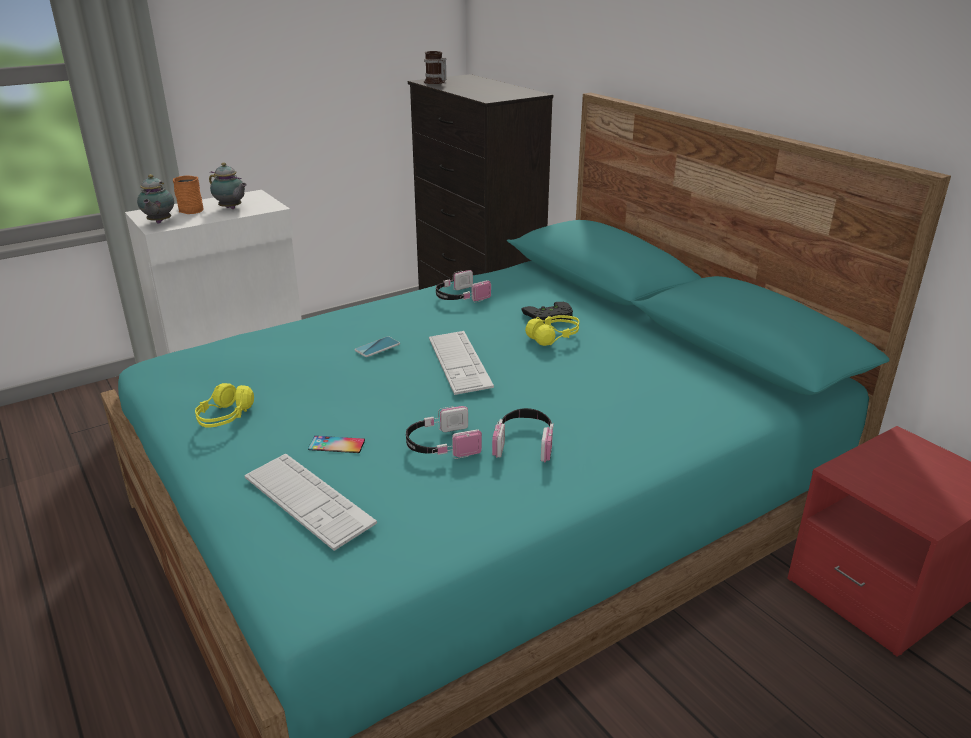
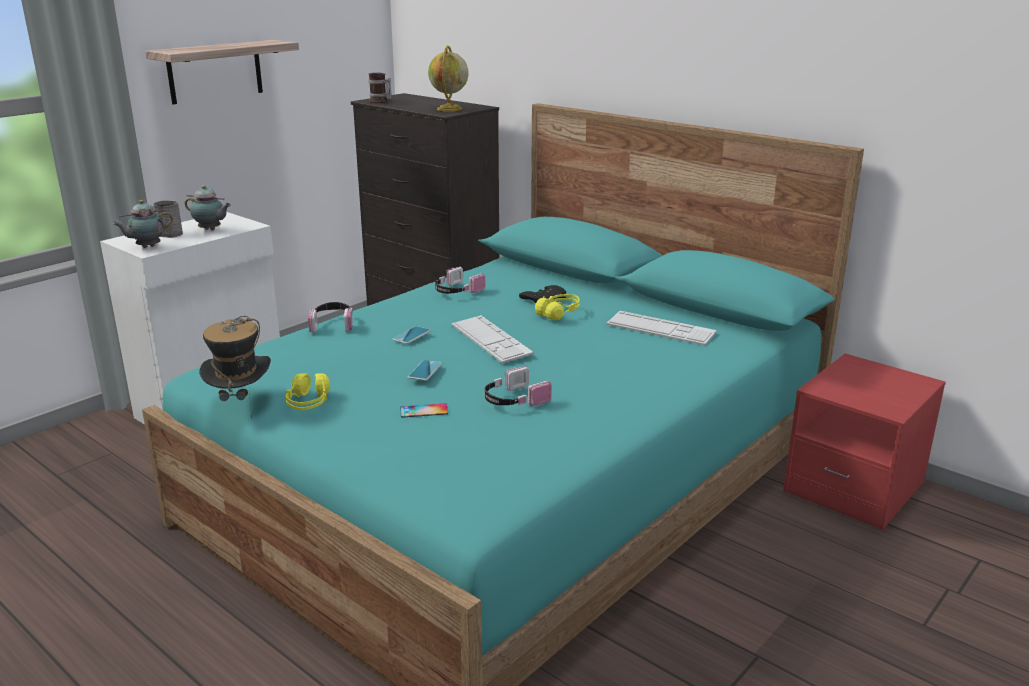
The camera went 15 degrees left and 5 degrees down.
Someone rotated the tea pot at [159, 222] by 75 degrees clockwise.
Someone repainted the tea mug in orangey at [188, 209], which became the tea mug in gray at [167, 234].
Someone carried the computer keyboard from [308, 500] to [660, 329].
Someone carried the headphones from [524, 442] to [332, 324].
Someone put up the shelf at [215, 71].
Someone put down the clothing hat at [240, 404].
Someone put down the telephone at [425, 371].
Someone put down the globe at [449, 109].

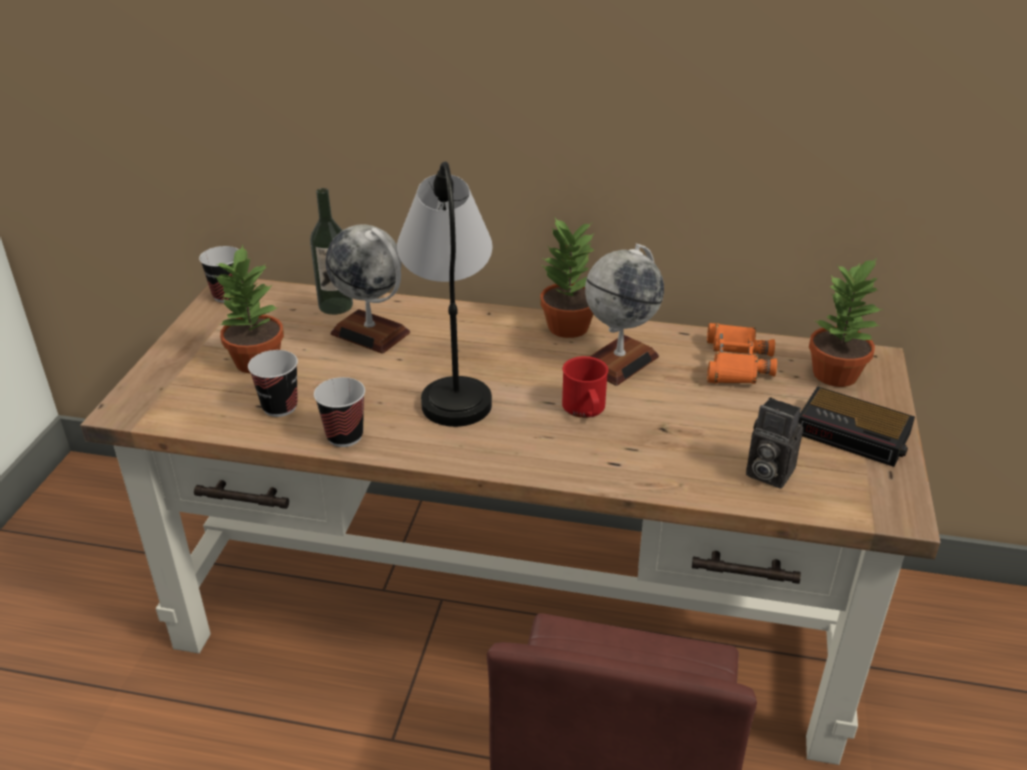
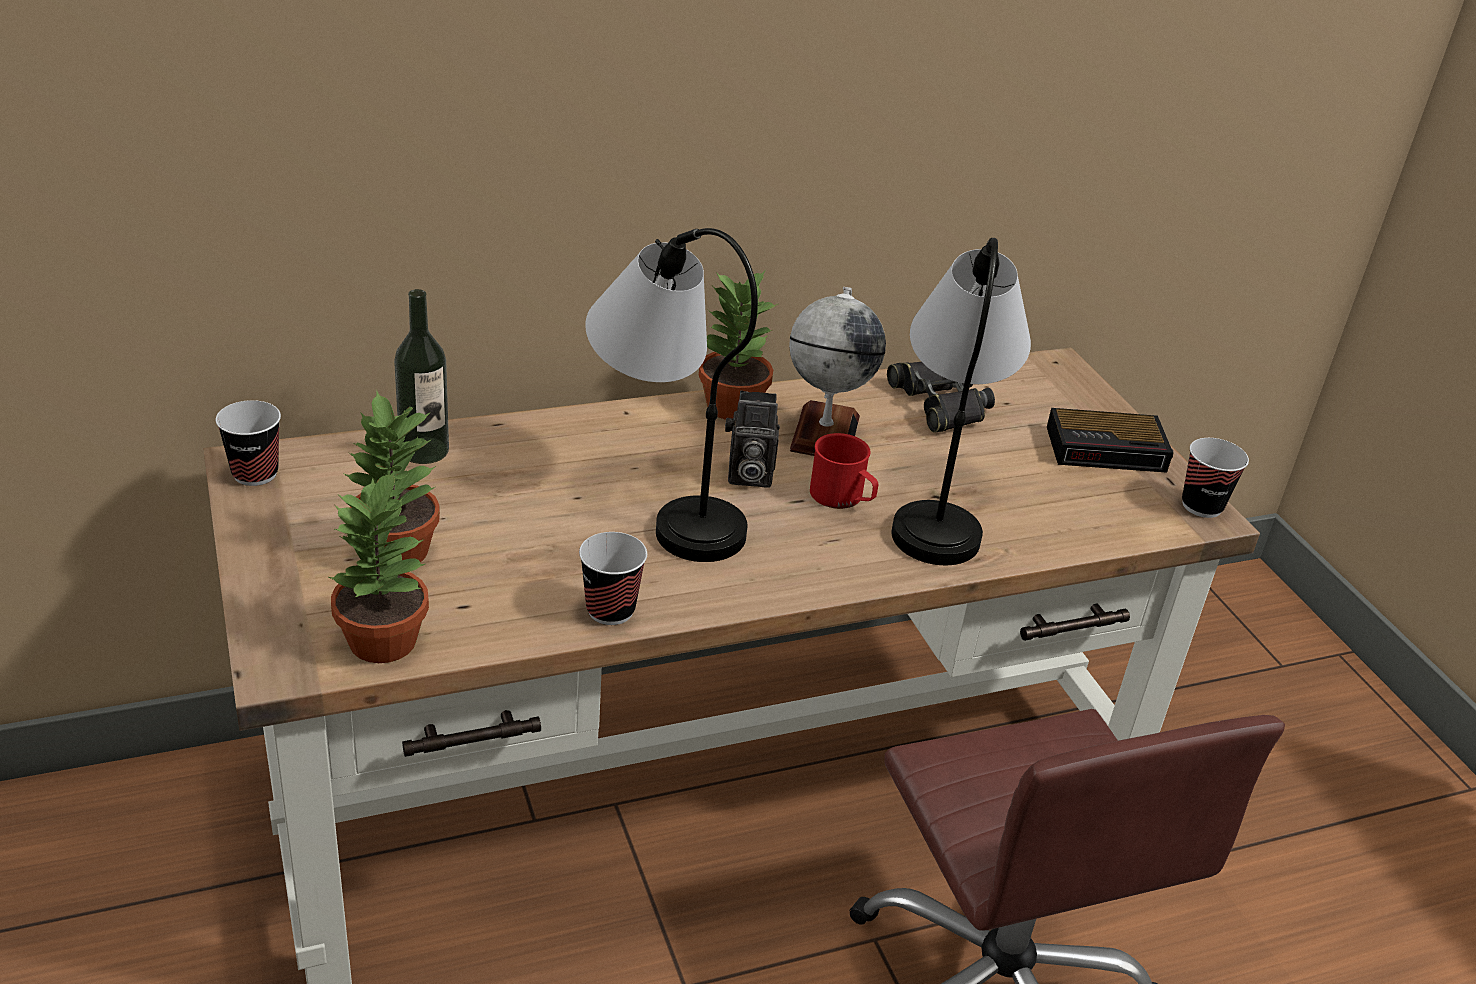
The camera went 35 degrees left and 0 degrees up.
Someone carried the small cup from [280, 407] to [1202, 506].
Someone took away the globe at [370, 333].
Someone repainted the binoculars in orangey at [735, 363], which became the binoculars in black-coloured at [939, 403].
Someone carried the photo camera from [766, 472] to [747, 476].
Someone carried the potted plant from [836, 375] to [385, 641].
Someone put down the table lamp at [941, 502].

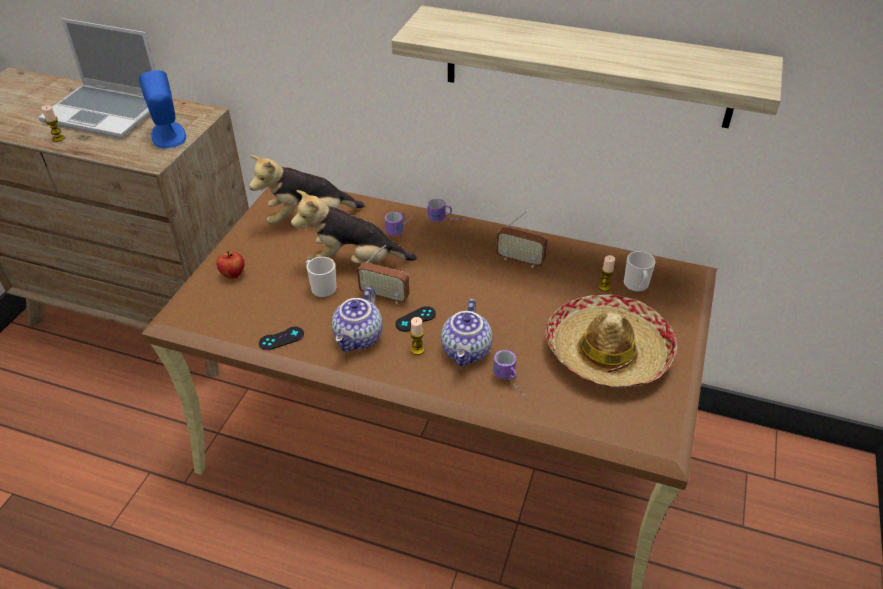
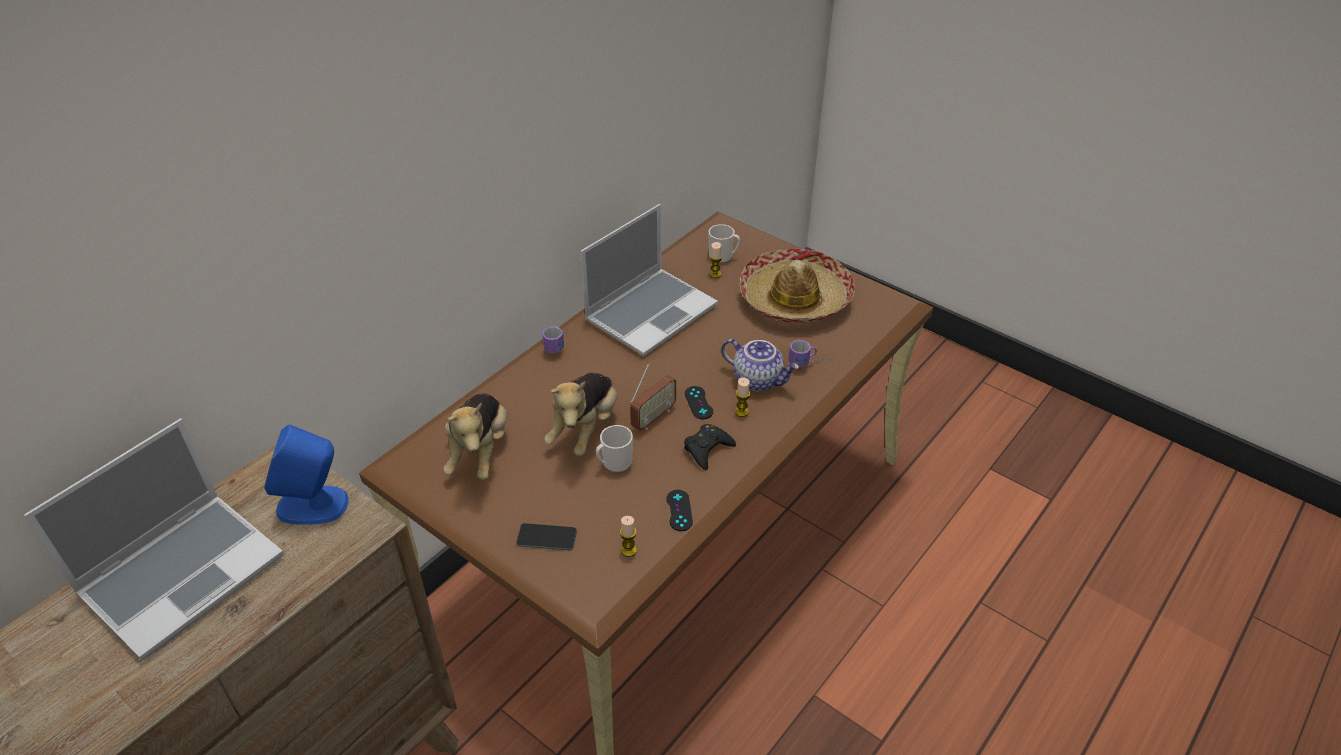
The camera went 70 degrees left and 0 degrees up.
Someone carried the wax light from [58, 138] to [629, 550].
Someone swapped the apple at [233, 274] for the telephone at [546, 537].
Someone swapped the tea pot at [359, 338] for the game controller in black-coloured at [707, 449].
Someone took away the tea mug at [401, 229].
Someone took away the shelf at [587, 67].
Someone swapped the radio receiver at [520, 260] for the portable computer at [651, 312].

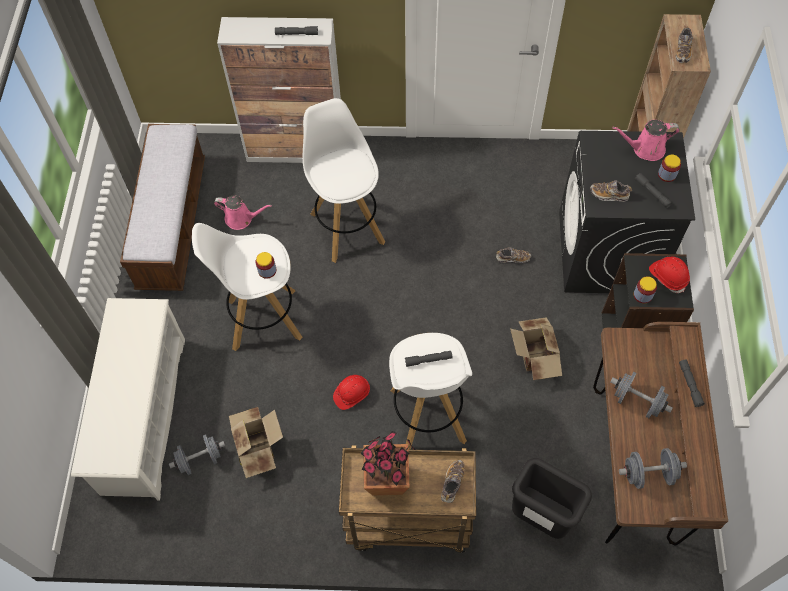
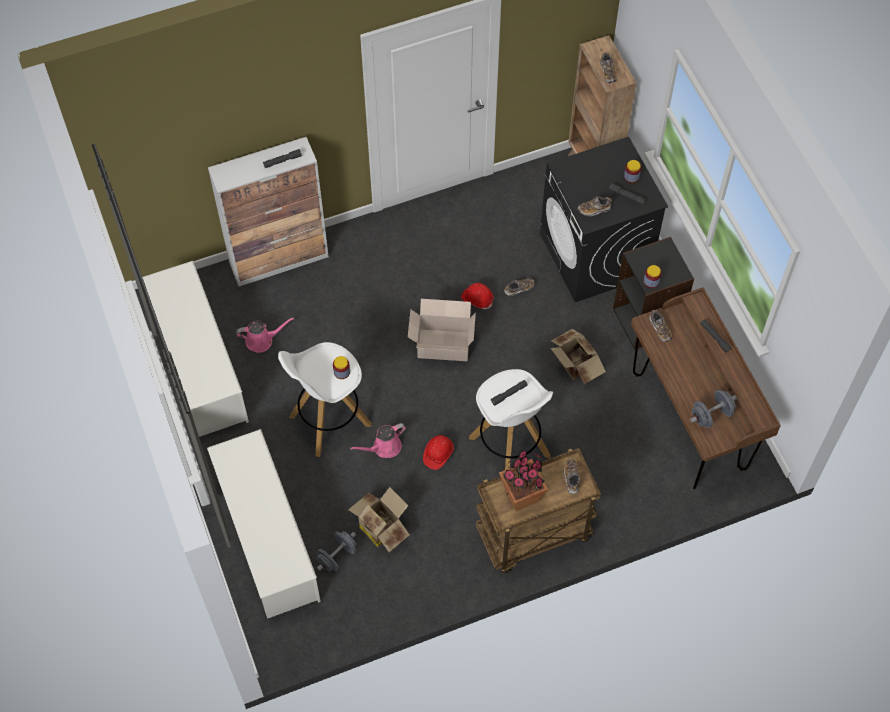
The camera went 25 degrees left and 0 degrees up.
Someone swapped the long seat at [173, 223] for the shoe shelf in white at [200, 368].
Someone took away the stool in white at [347, 227].
Someone took away the trash can in black-coloured at [540, 517].
Someone took away the free weight in gray at [637, 401].
Someone carried the sprinkling can in pink from [645, 149] to [384, 447].
Someone carried the work helmet in red-coloured from [668, 277] to [477, 299].
Someone put down the packing box at [442, 344].
Someone put down the item of footwear at [660, 329].

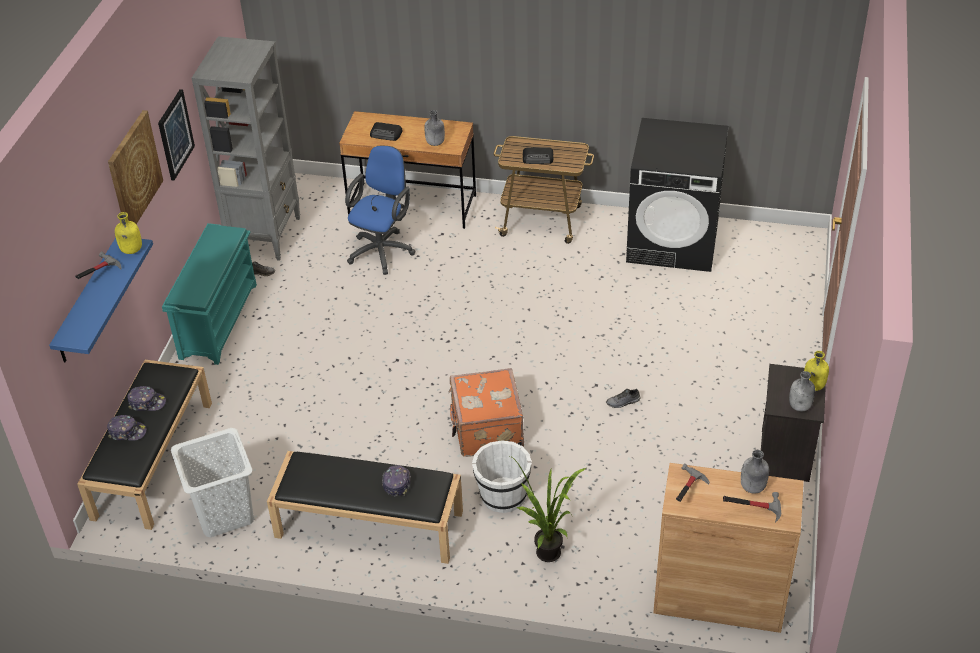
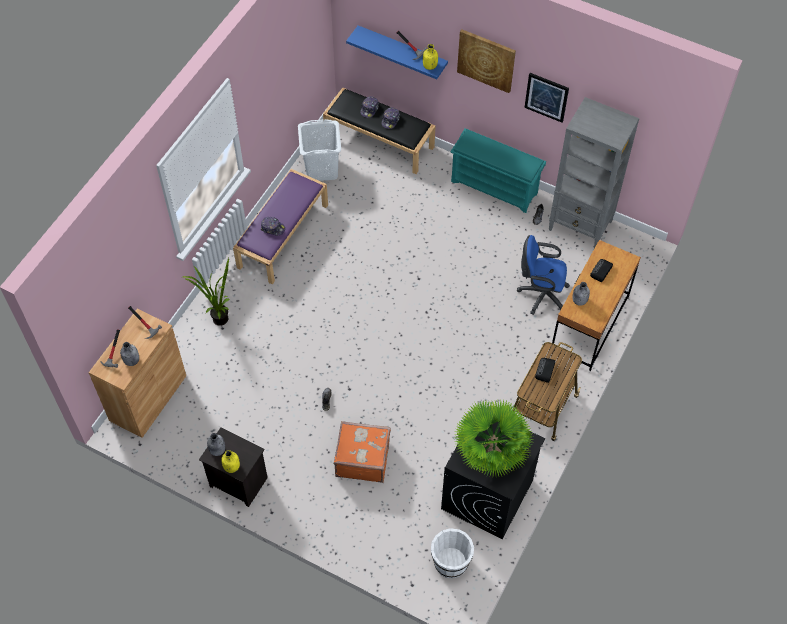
The camera went 105 degrees right and 15 degrees up.
Someone repainted the long seat in black-coloured at [368, 524], which became the long seat in purplish at [283, 235].
Someone rotated the office chair in bluish at [383, 250] by 150 degrees clockwise.
Someone carried the travel case in orangey from [486, 430] to [362, 458].
Someone carried the water bucket in white from [502, 496] to [450, 562].
Someone put down the potted plant at [491, 454].

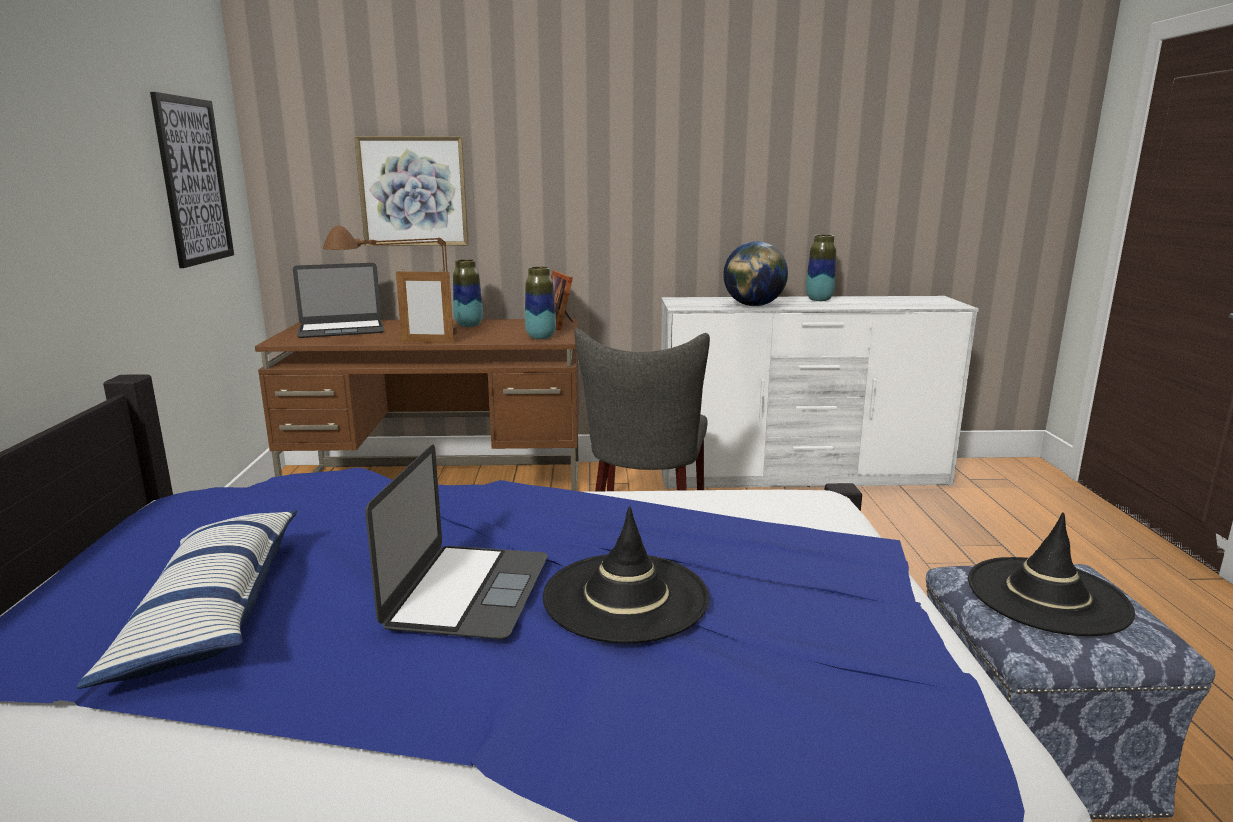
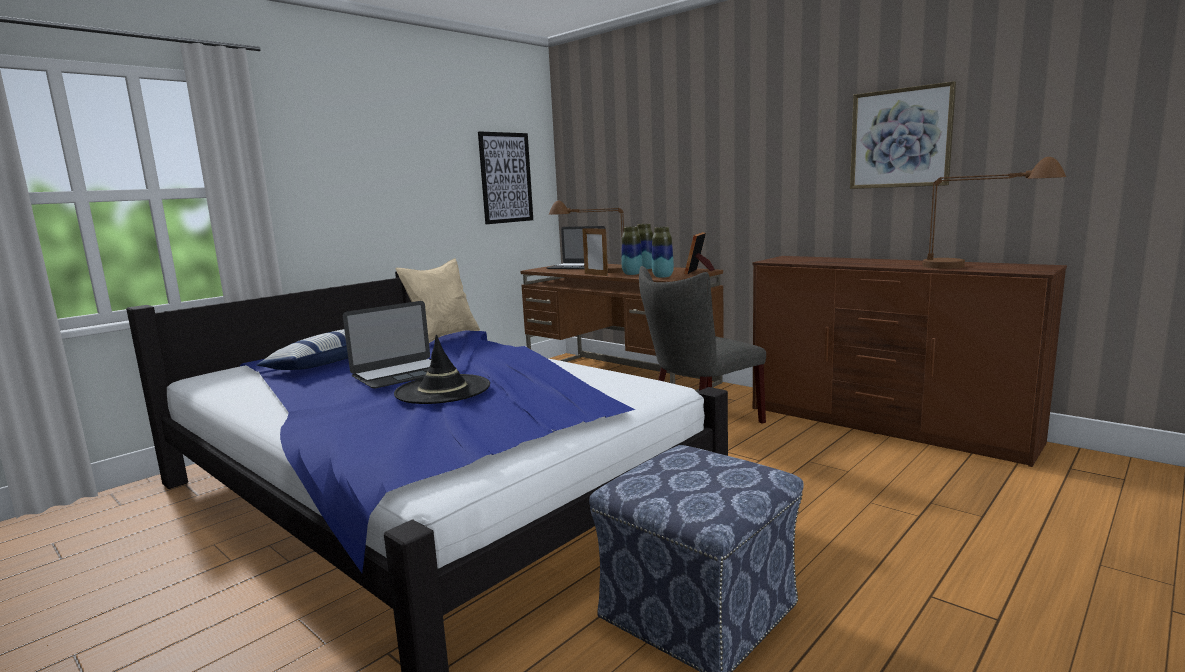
The camera went 45 degrees right and 5 degrees down.
Someone carried the picture from [413, 191] to [900, 138].
Someone repainted the dresser in white at [801, 475], which became the dresser in brown-coloured at [885, 425].
Someone took away the globe at [753, 305].
Someone carried the vase from [819, 299] to [632, 274].
Someone took away the clothing hat in black-coloured at [1047, 596].
Someone put down the throw pillow in sand-coloured at [443, 337].
Someone put down the table lamp in brown-coloured at [981, 266].

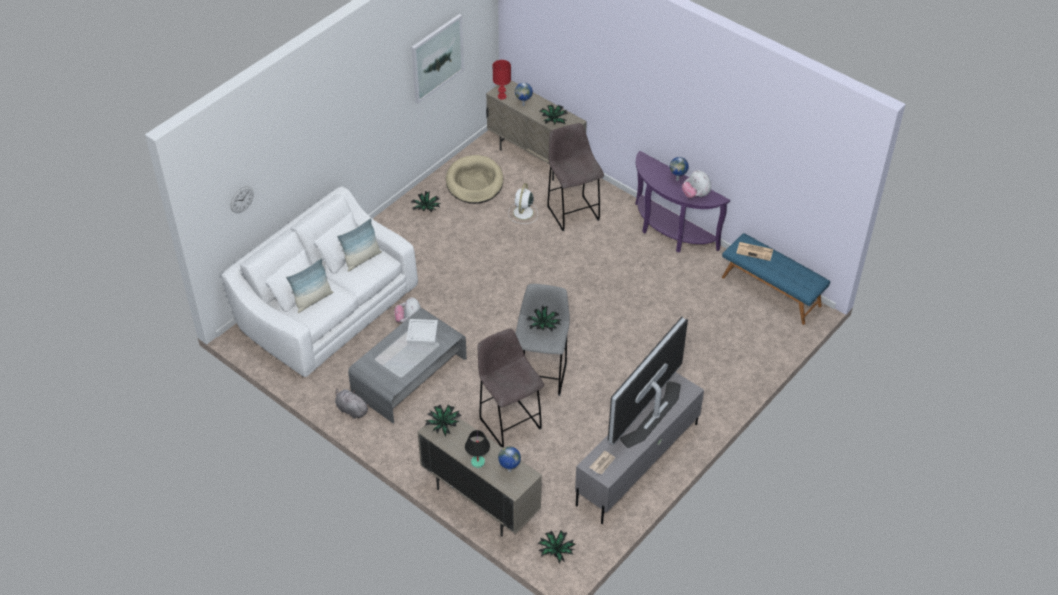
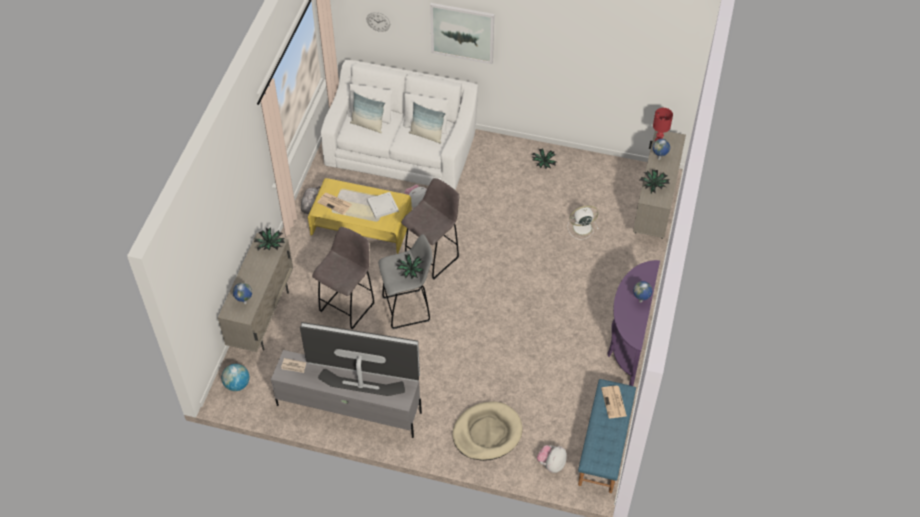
The camera went 65 degrees right and 5 degrees up.
Someone repainted the coffee table in gray at [409, 376], which became the coffee table in yellowish at [361, 225].
Someone carried the picture from [437, 58] to [462, 32].
Someone carried the dog cushion in sand-coloured from [474, 182] to [487, 433].
Someone took away the table lamp in black-coloured at [478, 462].
Someone swapped the potted plant at [556, 551] for the globe at [237, 384].
Someone carried the stool in gray from [572, 212] to [433, 257].
Someone carried the soft toy from [695, 195] to [551, 464].
Someone put down the printed paper at [335, 203].

